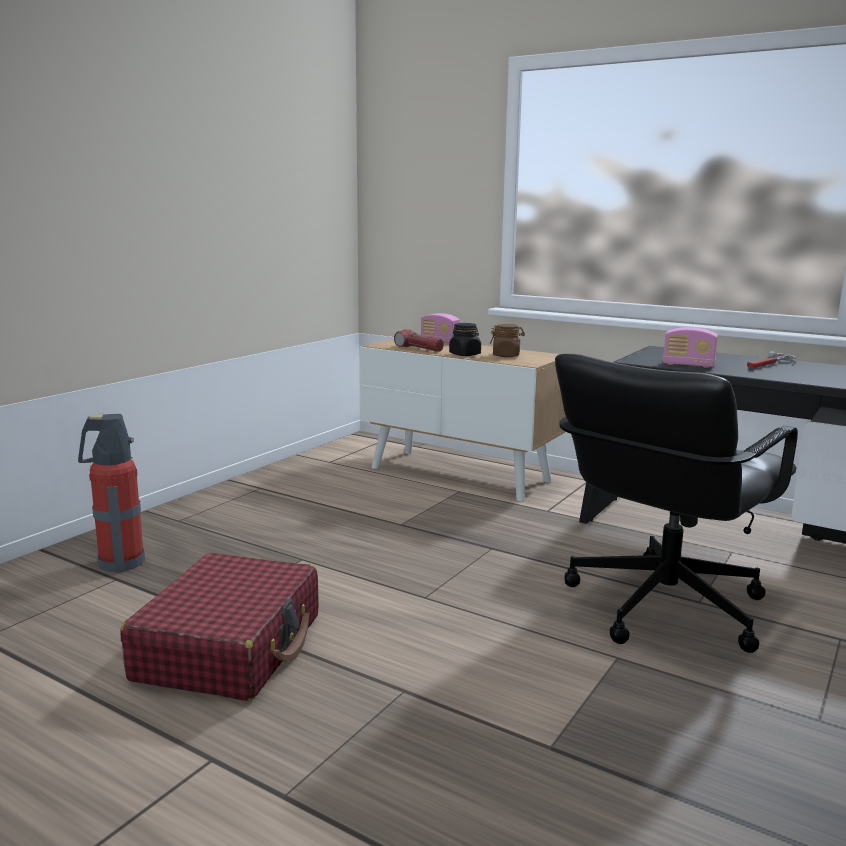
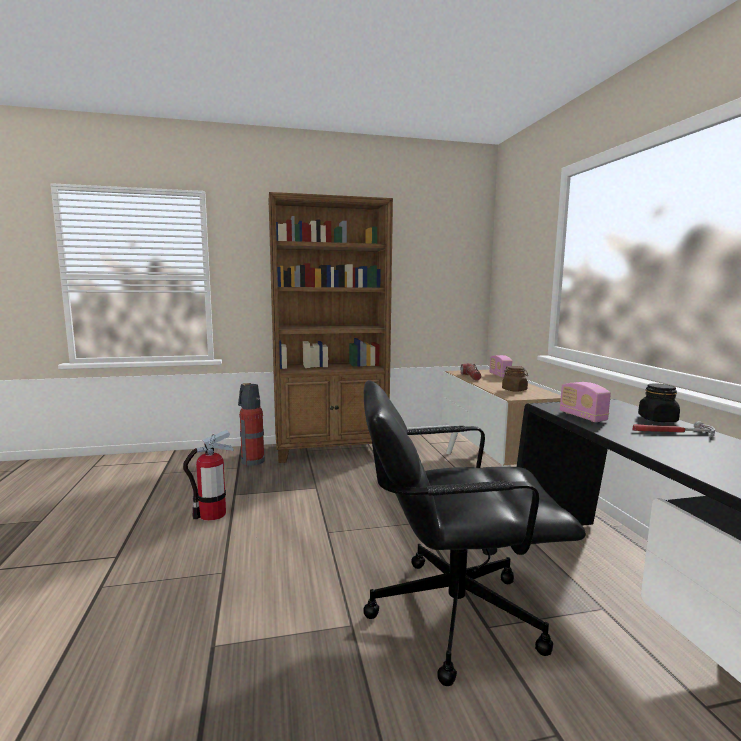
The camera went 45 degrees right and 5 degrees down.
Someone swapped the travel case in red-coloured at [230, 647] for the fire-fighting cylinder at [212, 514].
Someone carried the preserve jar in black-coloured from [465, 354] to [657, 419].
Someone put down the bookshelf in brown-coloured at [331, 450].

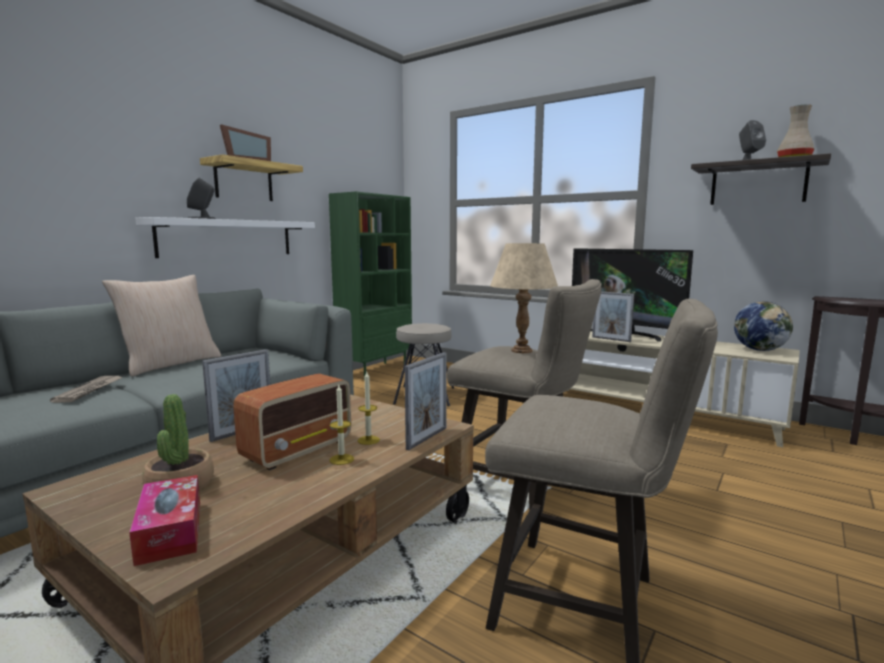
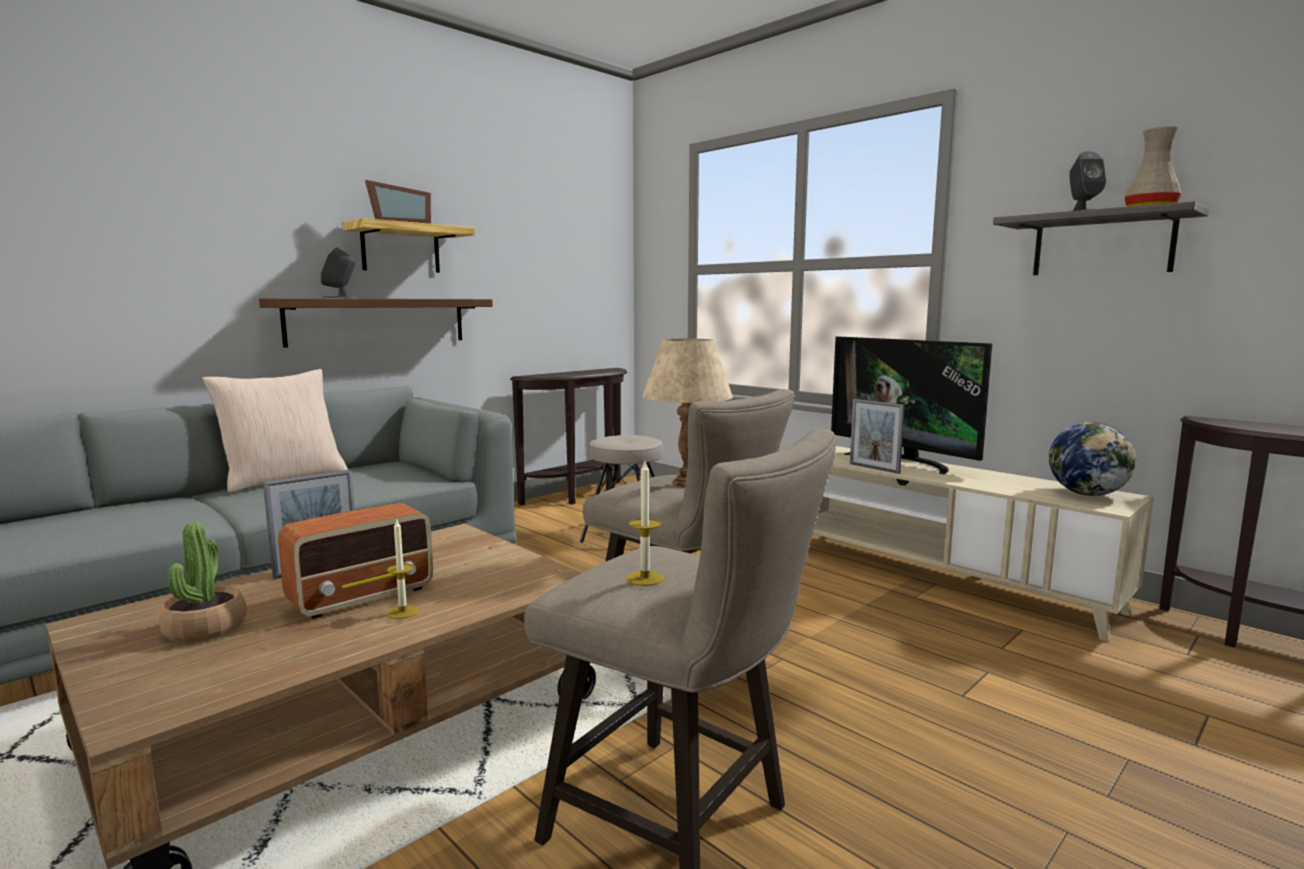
The camera went 10 degrees right and 0 degrees up.
Someone took away the printed paper at [89, 390].
Someone took away the tissue box at [170, 531].
Someone repainted the shelf in white at [228, 238], which became the shelf in brown-coloured at [378, 321].
Someone swapped the bookshelf in green at [375, 371] for the console table in brown-coloured at [581, 495].
Someone carried the wax light from [368, 440] to [645, 578].
Someone took away the picture frame at [427, 438].

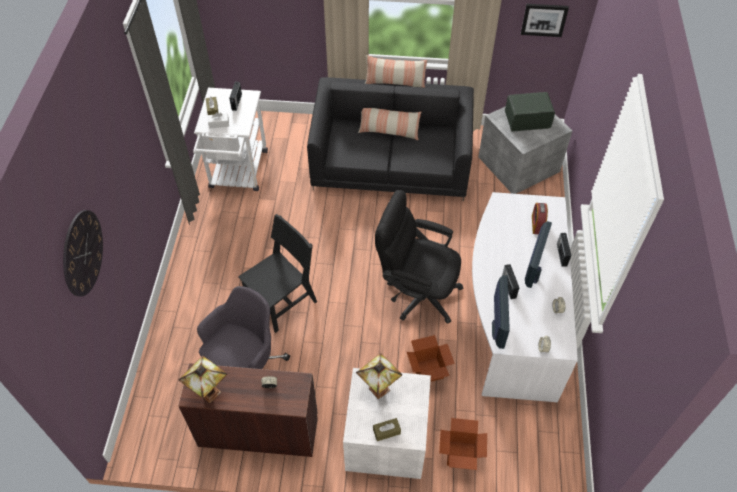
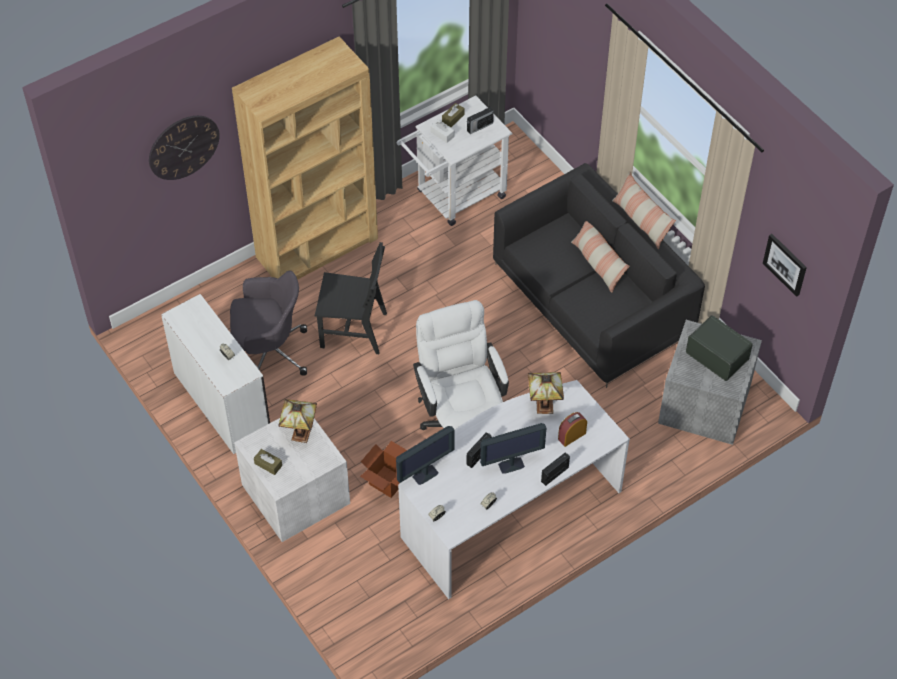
The camera went 50 degrees right and 0 degrees up.
Someone repainted the desk table in brown-coloured at [258, 430], which became the desk table in white at [223, 402].
Someone carried the table lamp from [209, 394] to [543, 408].
Someone repainted the office chair in black-coloured at [417, 292], which became the office chair in white at [461, 420].
Someone took away the packing box at [461, 454].
Someone put down the bookshelf in brown-coloured at [317, 247].

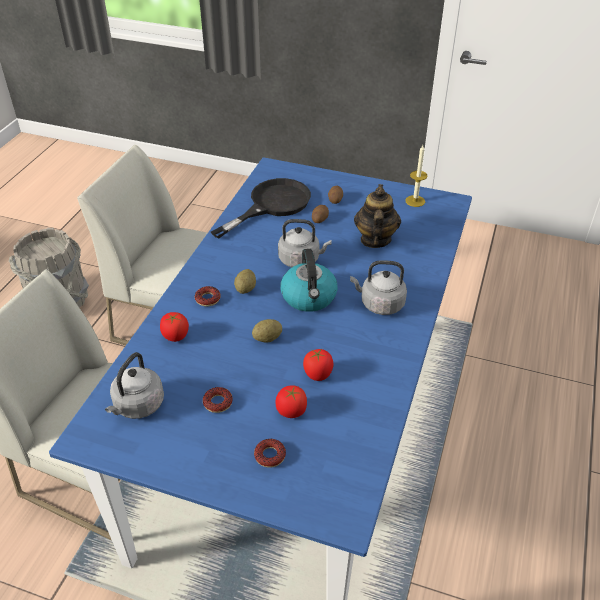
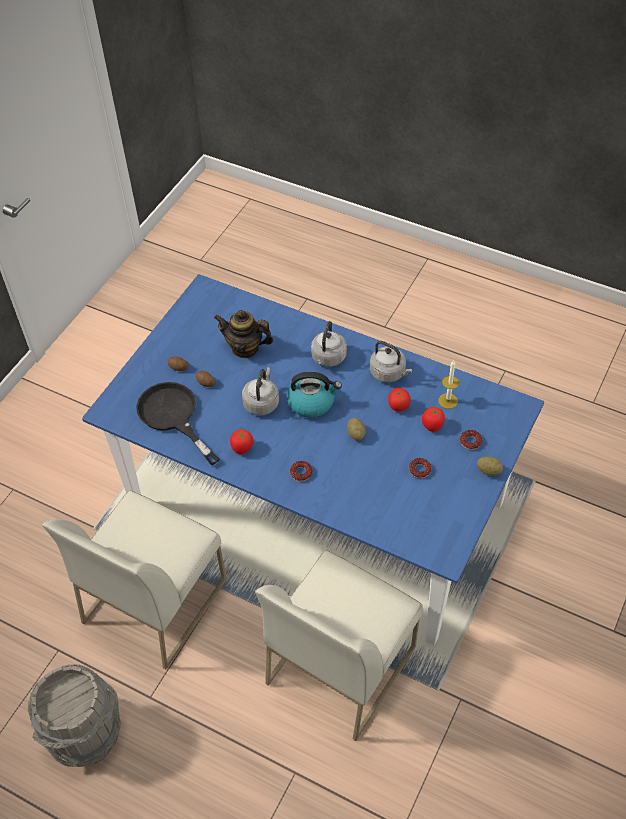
The camera went 80 degrees left and 10 degrees up.
Someone carried the kettle in gray from [137, 406] to [389, 373].
Someone carried the whole tomato from [175, 336] to [242, 448].
Someone carried the spud from [245, 289] to [488, 471].
Someone carried the wax light from [415, 201] to [448, 401].

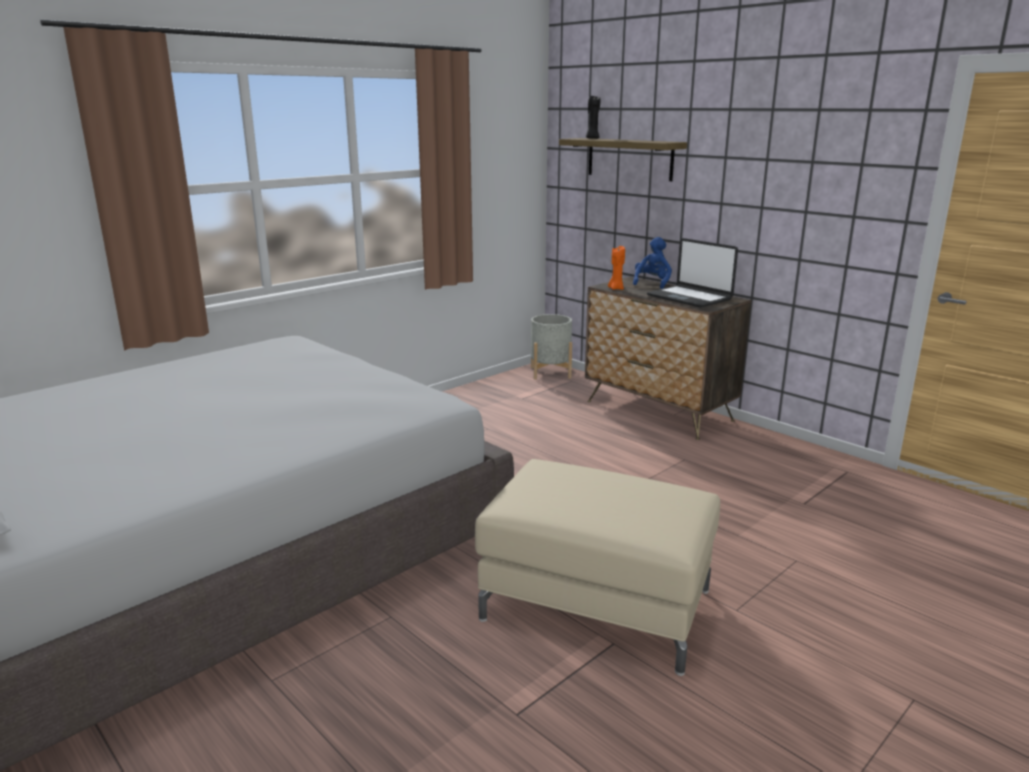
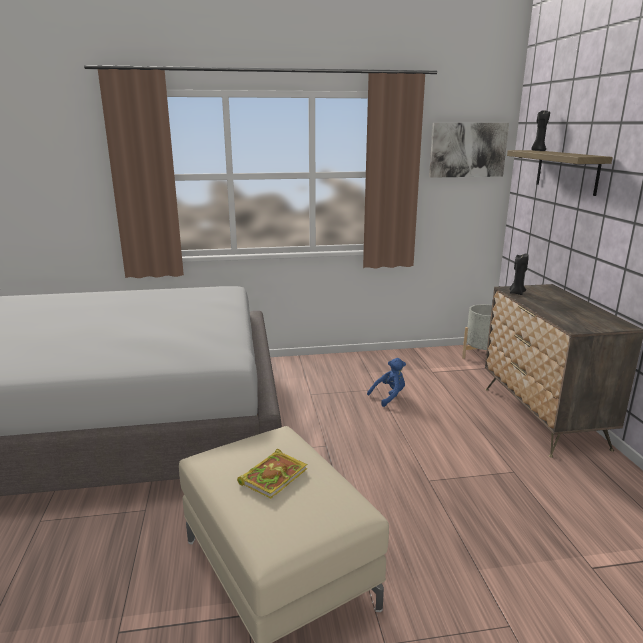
The camera went 35 degrees right and 0 degrees up.
Someone repainted the wax light in orangey at [616, 288], which became the wax light in black-coloured at [516, 293].
Someone carried the soft toy in bluish from [652, 283] to [389, 396].
Someone took away the portable computer at [690, 297].
Someone put down the bound book at [274, 475].
Someone put up the picture at [467, 150].

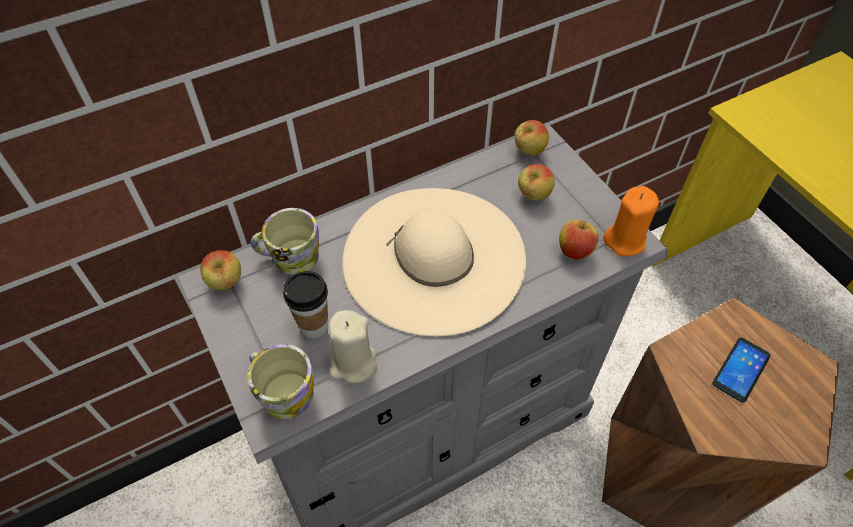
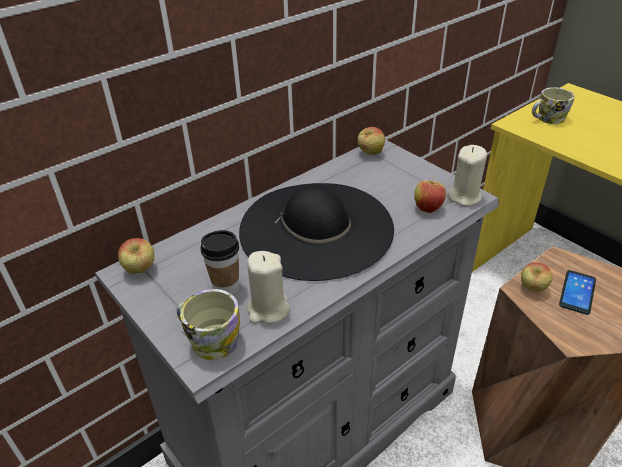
The camera went 10 degrees left and 15 degrees down.
Someone carried the tea mug from [289, 257] to [547, 119].
Someone repainted the clothing hat in sand-coloured at [434, 258], which became the clothing hat in black-coloured at [316, 228].
Someone carried the apple from [533, 196] to [532, 289].
Someone repainted the wax light in orangey at [625, 240], which became the wax light in sand-coloured at [464, 196].

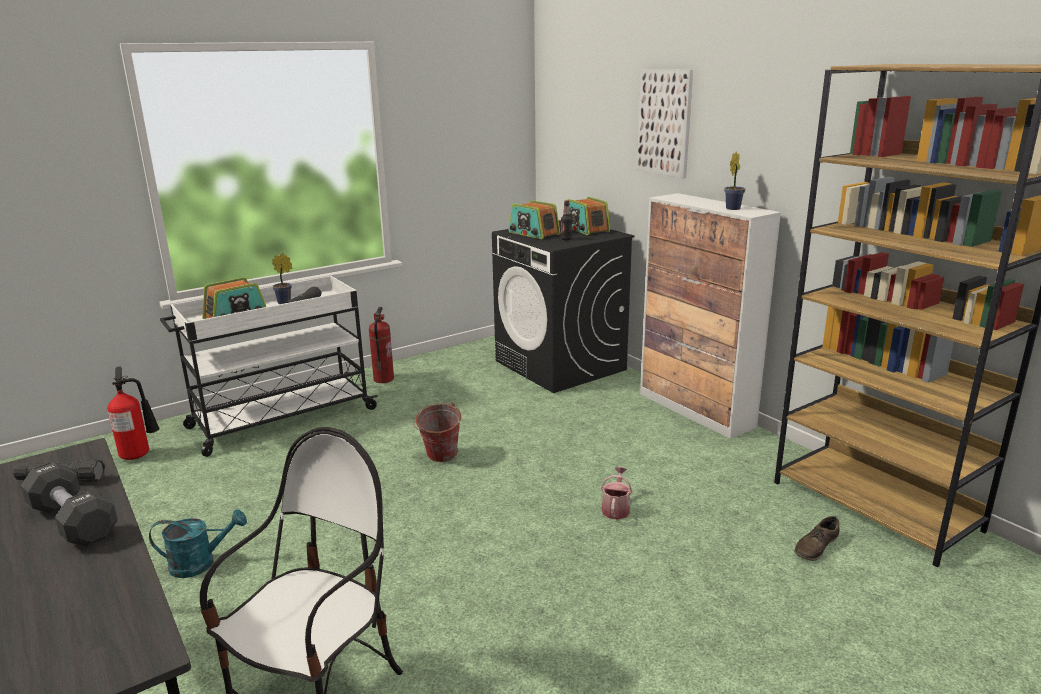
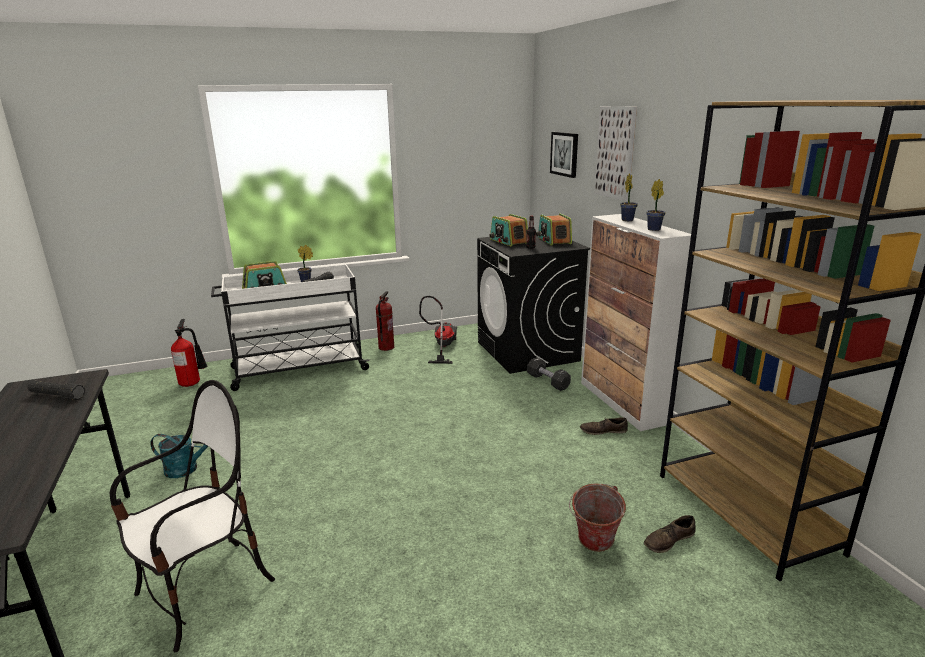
The camera went 15 degrees right and 0 degrees up.
Someone carried the free weight in black-coloured from [73, 522] to [548, 381].
Someone carried the water bucket from [439, 458] to [593, 545].
Someone took away the sprinkling can at [616, 508].
Someone put down the hoover at [441, 346].
Someone put up the picture at [565, 154].
Someone put down the item of footwear in brown-coloured at [603, 431].
Someone put down the potted plant at [628, 220].

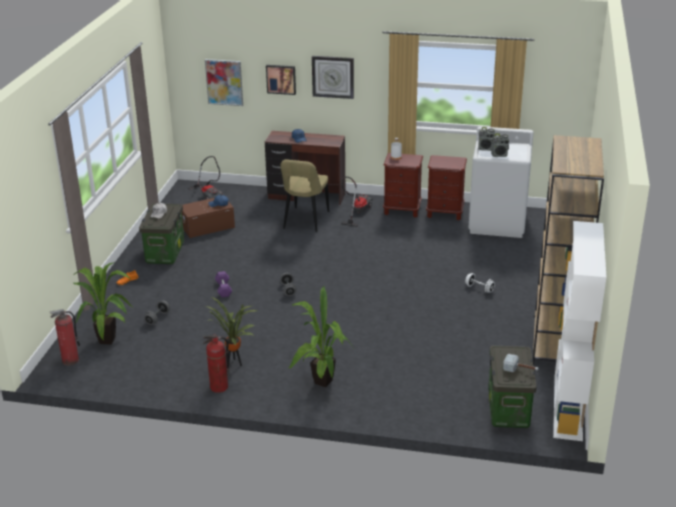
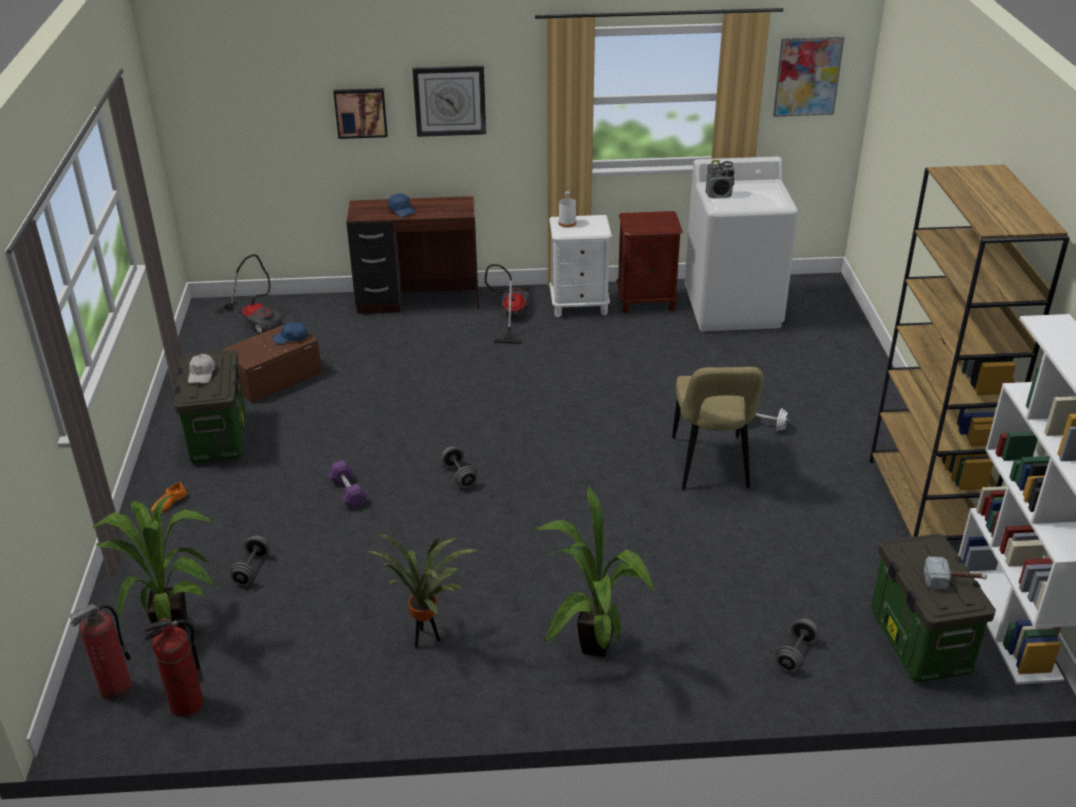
The camera went 15 degrees left and 5 degrees up.
Someone carried the fire-fighting cylinder from [219, 387] to [187, 704].
Someone carried the picture from [224, 82] to [807, 76].
Someone carried the upright chair in sand-coloured from [305, 221] to [711, 466].
Someone repainted the bedside table in brown-coloured at [402, 210], which became the bedside table in white at [579, 306].
Someone took away the radio receiver at [499, 155].
Someone put down the free weight in gray at [795, 654].

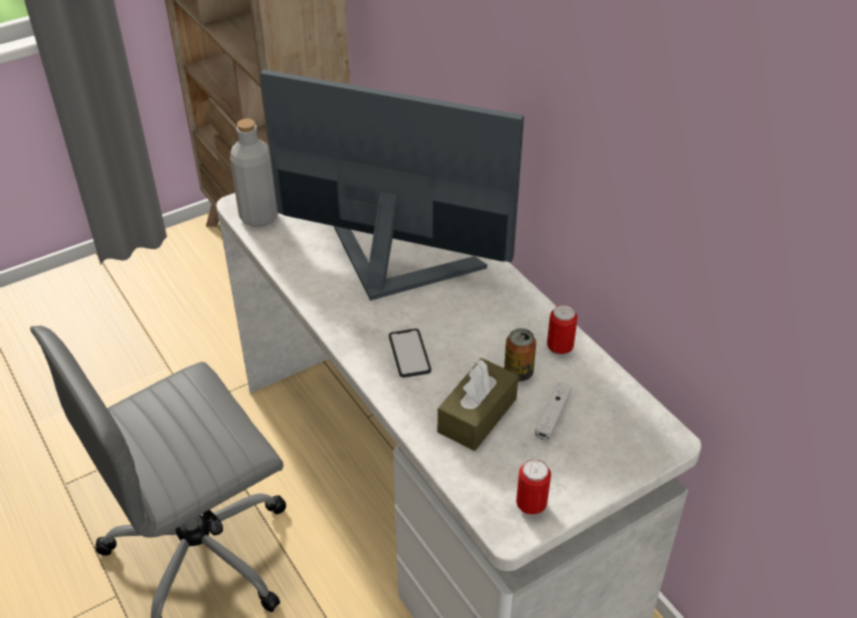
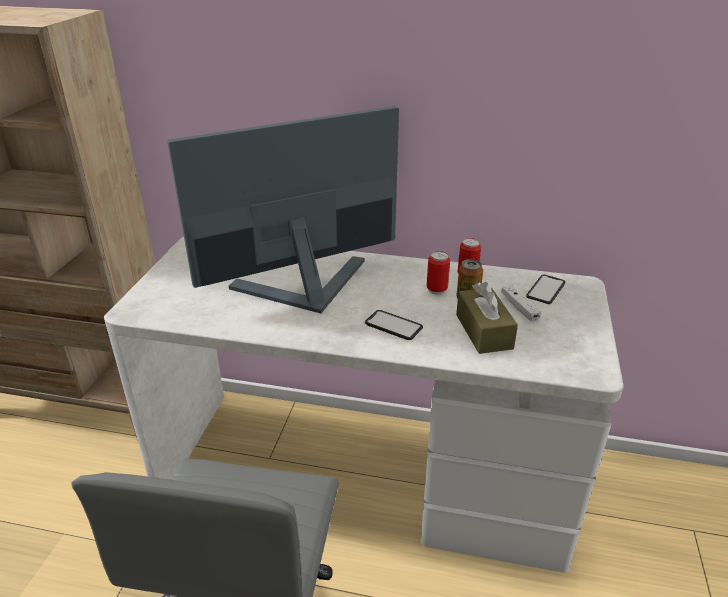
The camera went 45 degrees left and 10 degrees down.
Someone took away the bottle in gray at [259, 217].
Someone carried the metal can from [531, 505] to [436, 290].
Someone put down the telephone at [545, 290].

